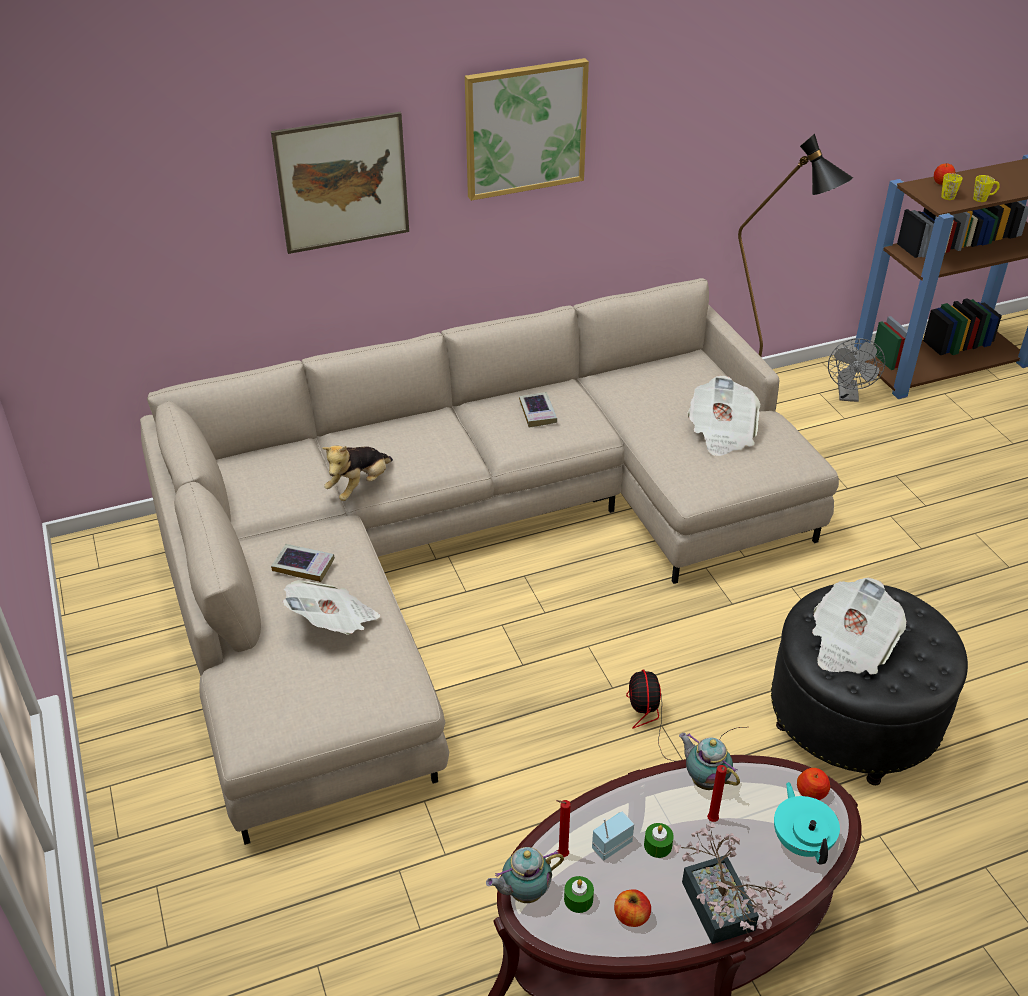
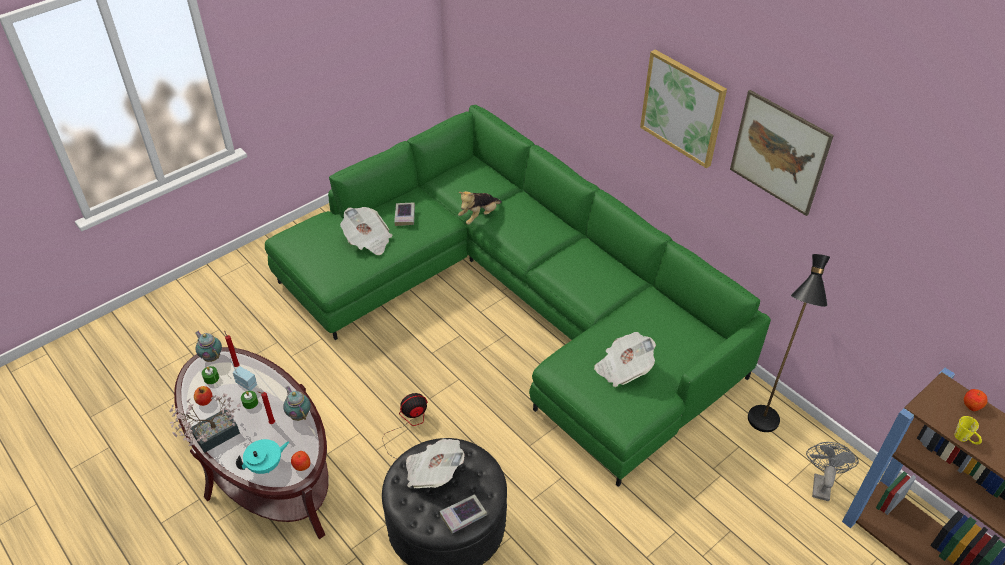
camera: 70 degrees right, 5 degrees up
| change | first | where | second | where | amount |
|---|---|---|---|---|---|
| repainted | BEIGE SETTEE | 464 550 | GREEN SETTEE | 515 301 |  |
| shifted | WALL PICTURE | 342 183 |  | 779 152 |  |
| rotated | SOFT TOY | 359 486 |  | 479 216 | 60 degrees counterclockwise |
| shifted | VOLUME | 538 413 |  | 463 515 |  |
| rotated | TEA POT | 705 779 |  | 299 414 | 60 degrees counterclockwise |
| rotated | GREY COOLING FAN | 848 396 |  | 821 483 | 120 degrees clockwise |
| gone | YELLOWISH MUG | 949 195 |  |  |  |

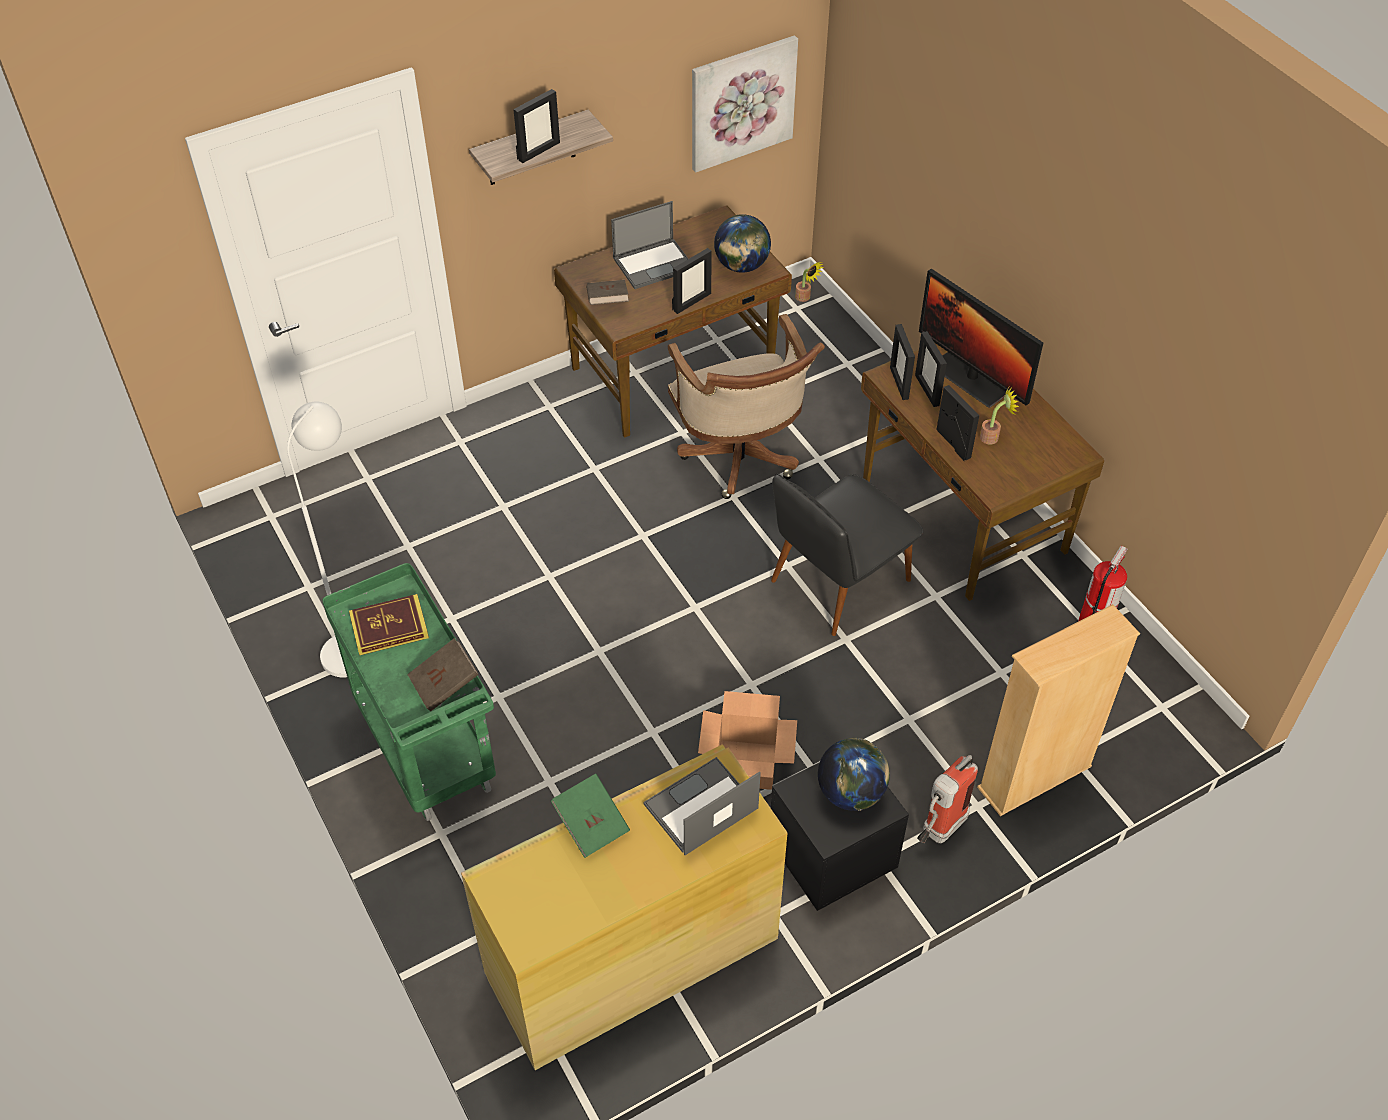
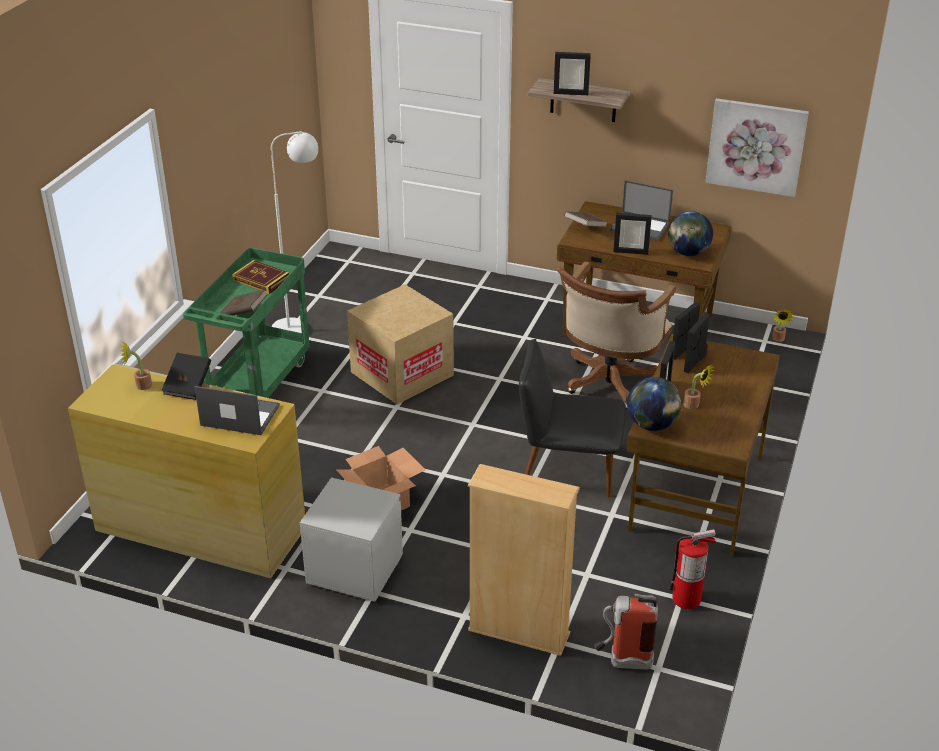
camera: 50 degrees right, 15 degrees down
| change | first | where | second | where | amount |
|---|---|---|---|---|---|
| repainted | GREEN VOLUME | 591 824 | BLACK VOLUME | 188 386 |  |
| repainted | BLACK BEDSIDE TABLE | 833 857 | WHITE BEDSIDE TABLE | 354 572 |  |
| shifted | WORLD GLOBE | 851 793 |  | 652 425 |  |
| shifted | FIRE EXTINGUISHER | 938 831 |  | 622 662 |  |
| gone | COMPUTER SCREEN | 970 378 |  |  |  |
| new |  |  | HOUSEPLANT | 140 385 |  |
| new |  |  | CARDBOARD BOX | 402 373 |  |

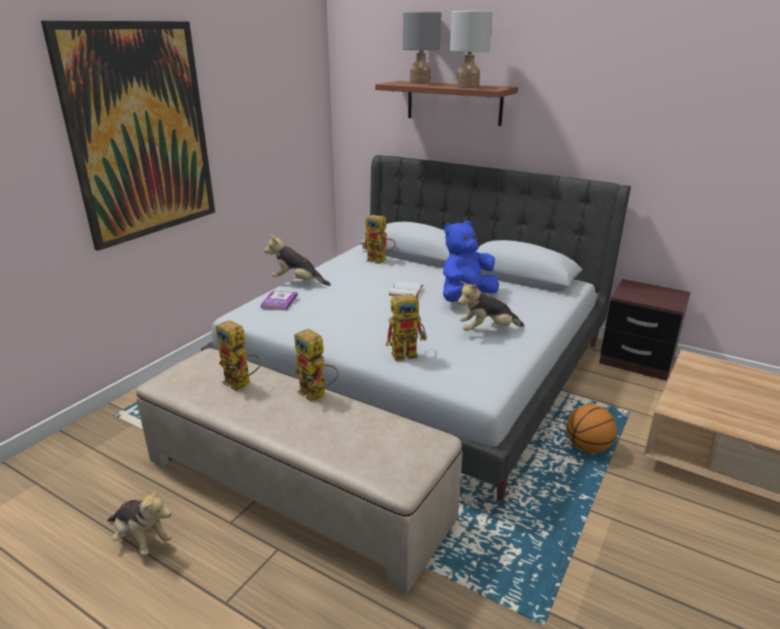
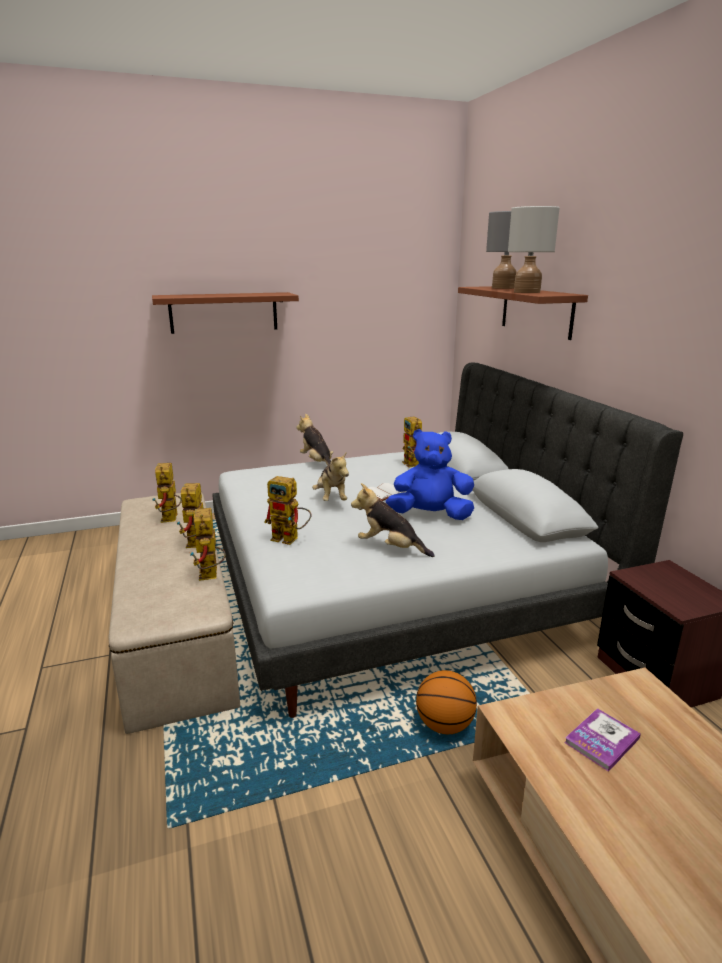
camera: 40 degrees right, 5 degrees down
| change | first | where | second | where | amount |
|---|---|---|---|---|---|
| swapped | WALL PICTURE | 141 132 | BROWN-COLOURED SHELF | 224 312 |  |
| shifted | SOFT TOY | 141 539 |  | 331 498 |  |
| shifted | VOLUME | 279 301 |  | 602 740 |  |
| new |  |  | ROBOT FIGURE | 211 576 |  |

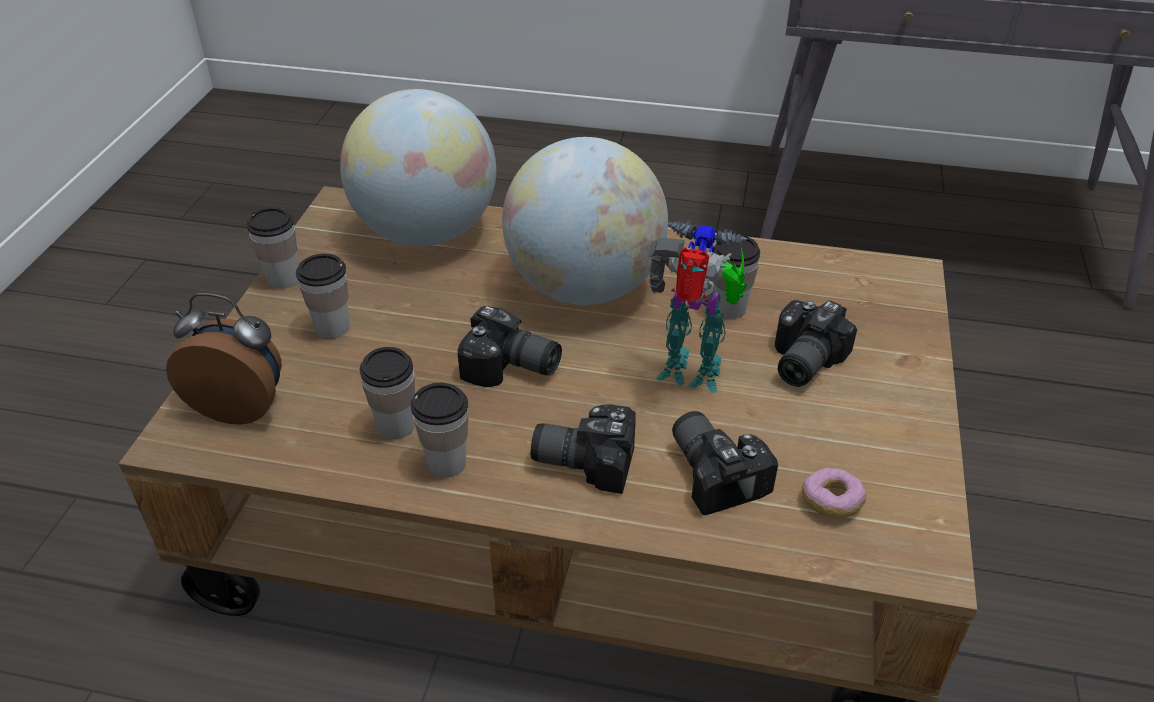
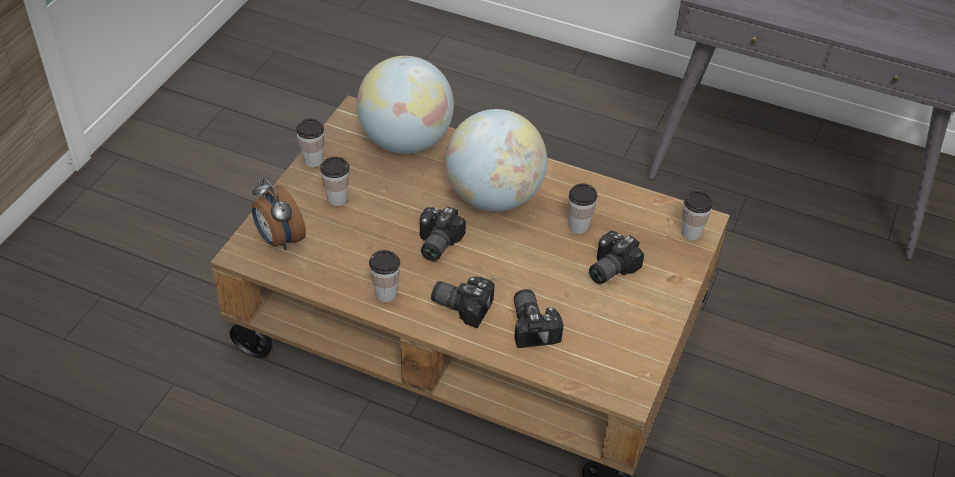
camera: 10 degrees right, 5 degrees up
| change | first | where | second | where | amount |
|---|---|---|---|---|---|
| rotated | BEDSIDE CLOCK | 242 405 |  | 279 239 | 150 degrees counterclockwise |
| shifted | SMALL CUP | 396 426 |  | 691 233 |  |
| rotated | PHOTO CAMERA | 511 369 |  | 435 243 | 75 degrees clockwise |
| gone | ROBOT FIGURE | 693 375 |  |  |  |
| gone | DOUGHNUT | 831 502 |  |  |  |

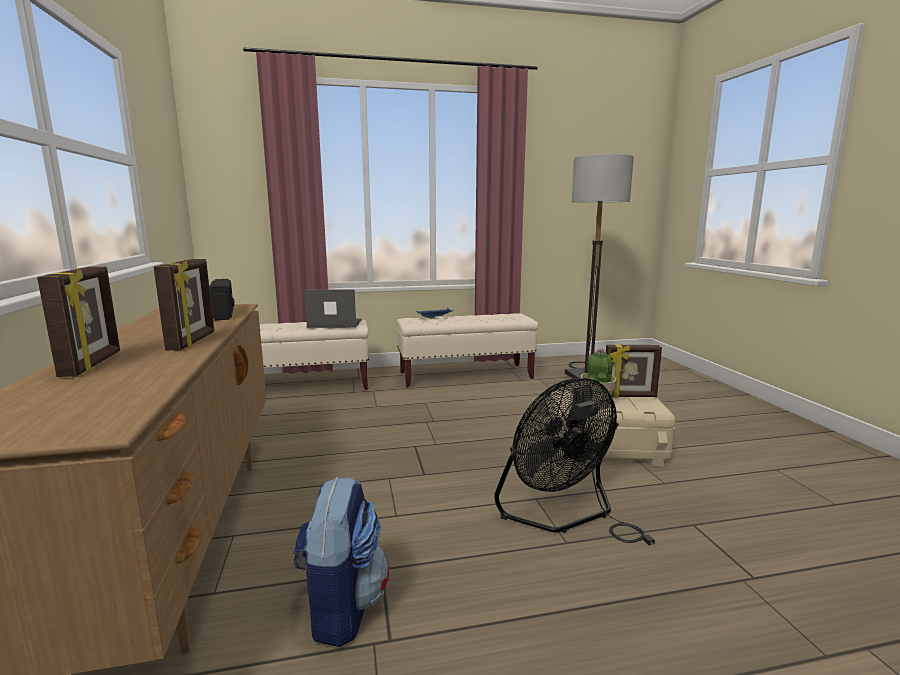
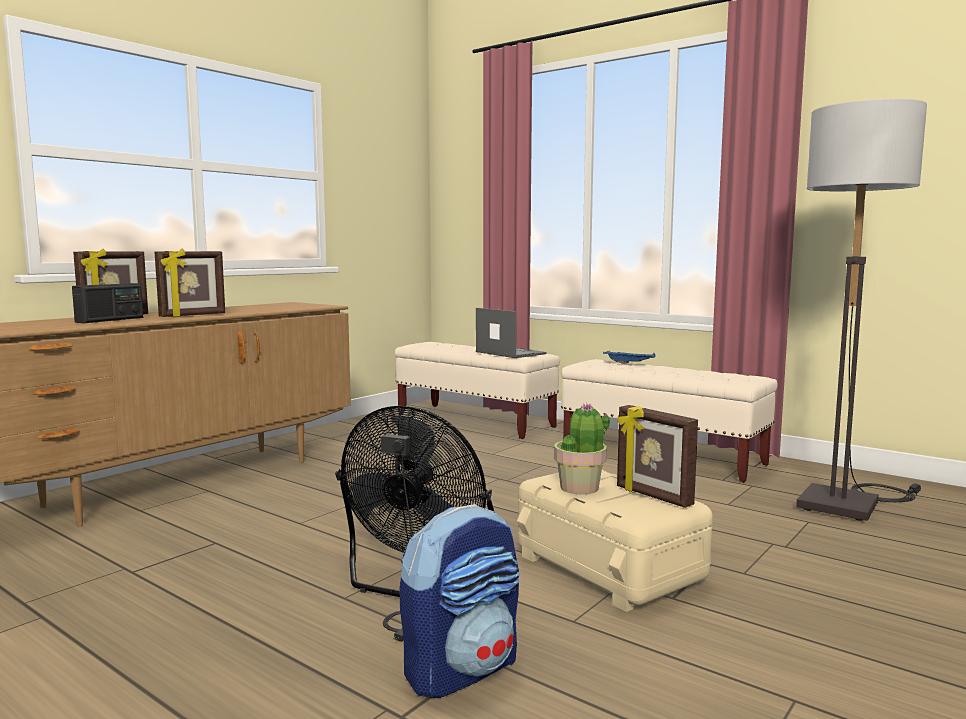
camera: 50 degrees right, 5 degrees down
| change | first | where | second | where | amount |
|---|---|---|---|---|---|
| shifted | RADIO SET | 223 314 |  | 110 320 |  |
| shifted | BACKPACK | 342 607 |  | 462 669 |  |

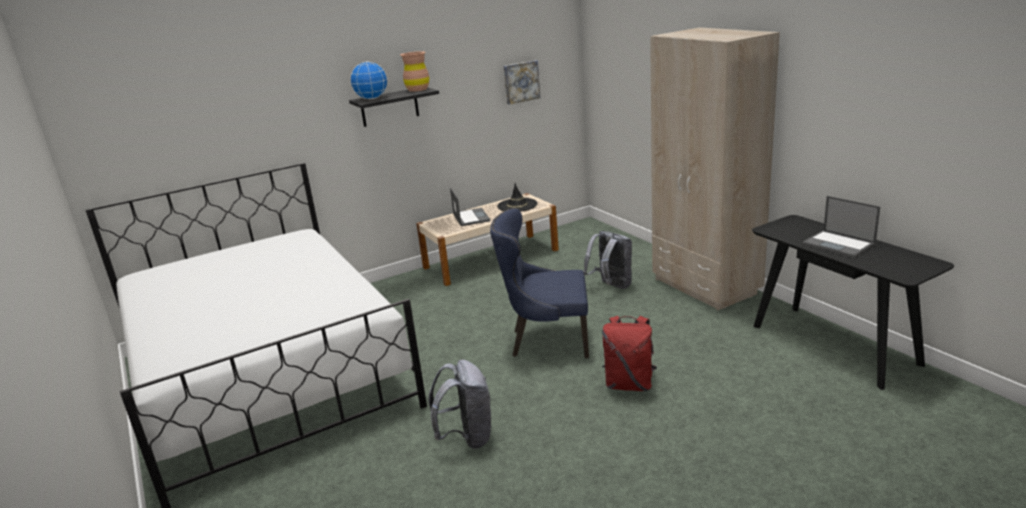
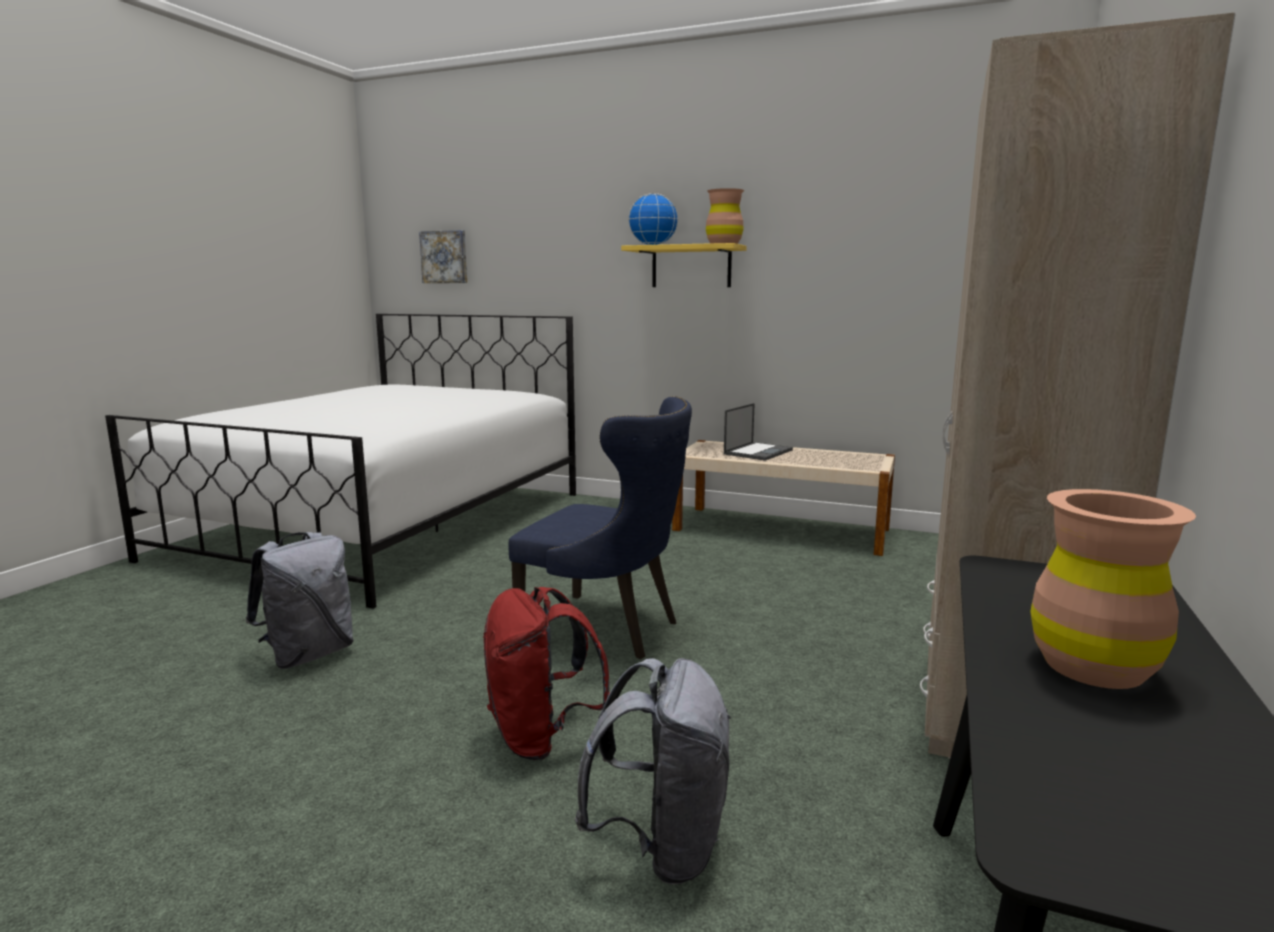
camera: 50 degrees right, 10 degrees down
| change | first | where | second | where | amount |
|---|---|---|---|---|---|
| repainted | BLACK SHELF | 389 107 | YELLOWISH SHELF | 691 267 |  |
| rotated | BLUE-COLOURED CHAIR | 546 341 |  | 607 628 | 150 degrees clockwise |
| gone | BLACK WEARABLE HAT | 517 205 |  |  |  |
| shifted | WALL PICTURE | 521 82 |  | 445 257 |  |
| shifted | GREY BACKPACK | 611 286 |  | 662 846 |  |
| swapped | LAPTOP | 839 244 | BROWN-COLOURED FLOWER VASE | 1093 667 |  |

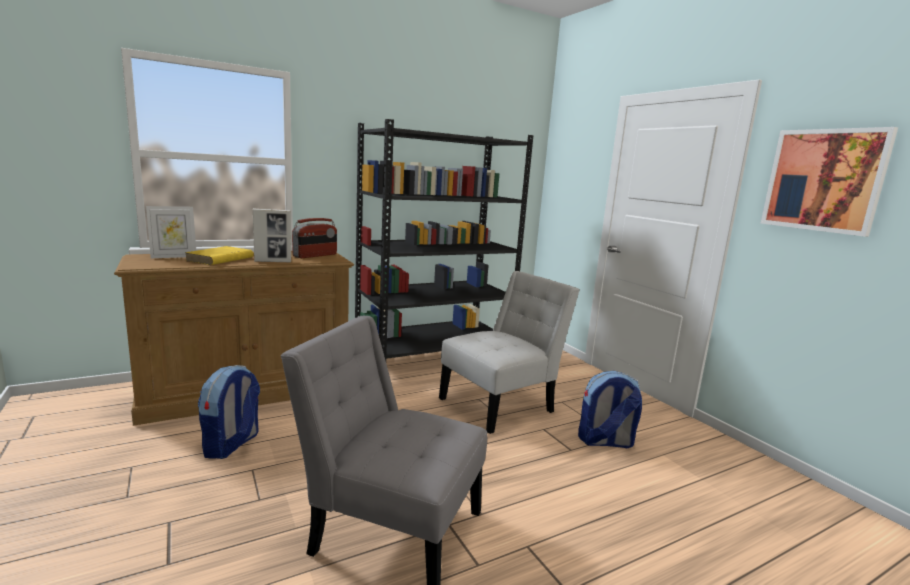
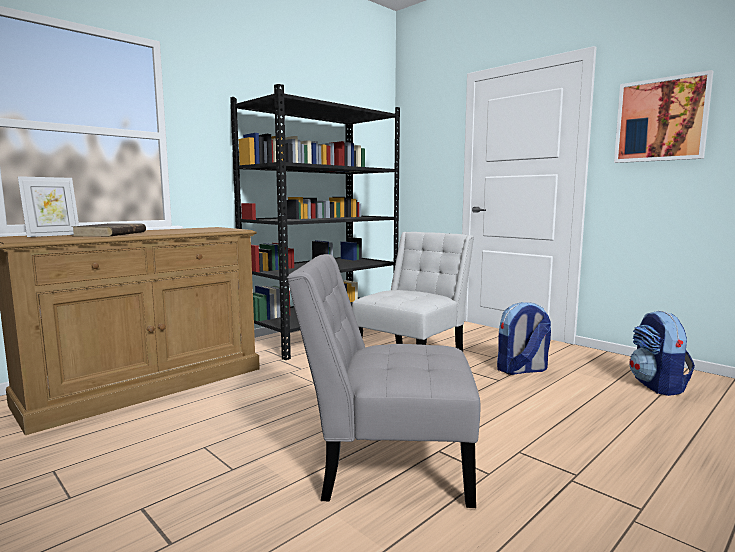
camera: 15 degrees left, 5 degrees down
| change | first | where | second | where | amount |
|---|---|---|---|---|---|
| repainted | YELLOWISH VOLUME | 220 259 | BROWN-COLOURED VOLUME | 110 234 |  |
| shifted | BACKPACK | 232 445 |  | 657 386 |  |
| gone | STANDING FRAME | 273 261 |  |  |  |
| gone | RADIO SET | 315 255 |  |  |  |

